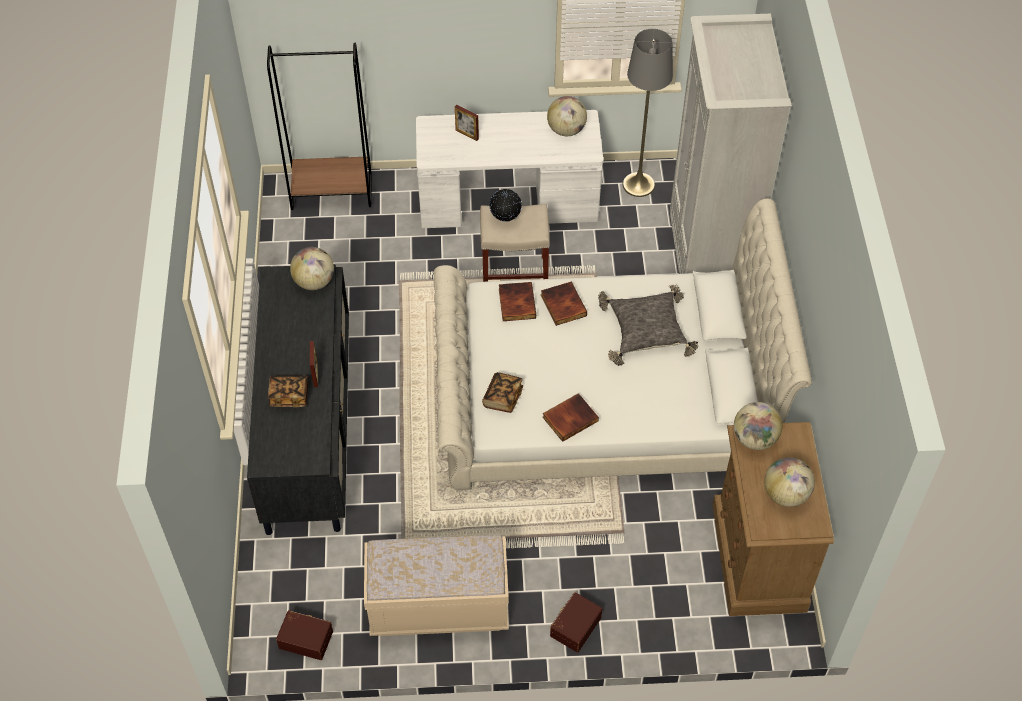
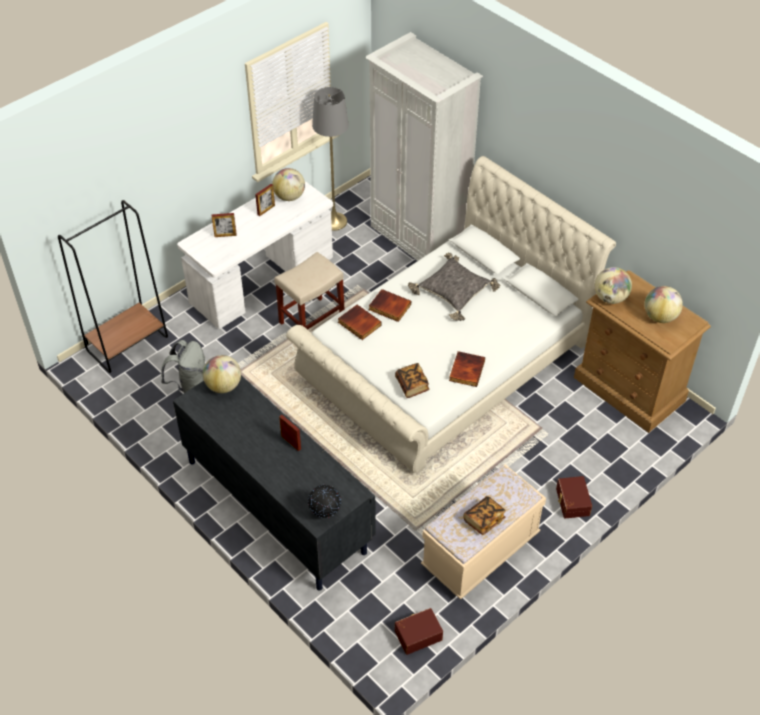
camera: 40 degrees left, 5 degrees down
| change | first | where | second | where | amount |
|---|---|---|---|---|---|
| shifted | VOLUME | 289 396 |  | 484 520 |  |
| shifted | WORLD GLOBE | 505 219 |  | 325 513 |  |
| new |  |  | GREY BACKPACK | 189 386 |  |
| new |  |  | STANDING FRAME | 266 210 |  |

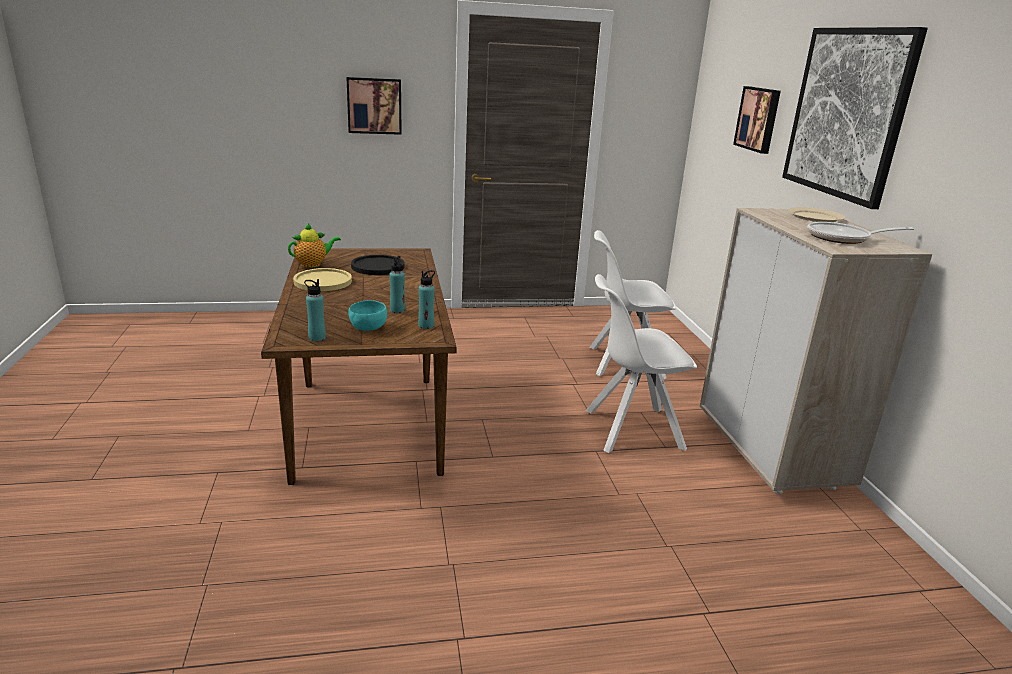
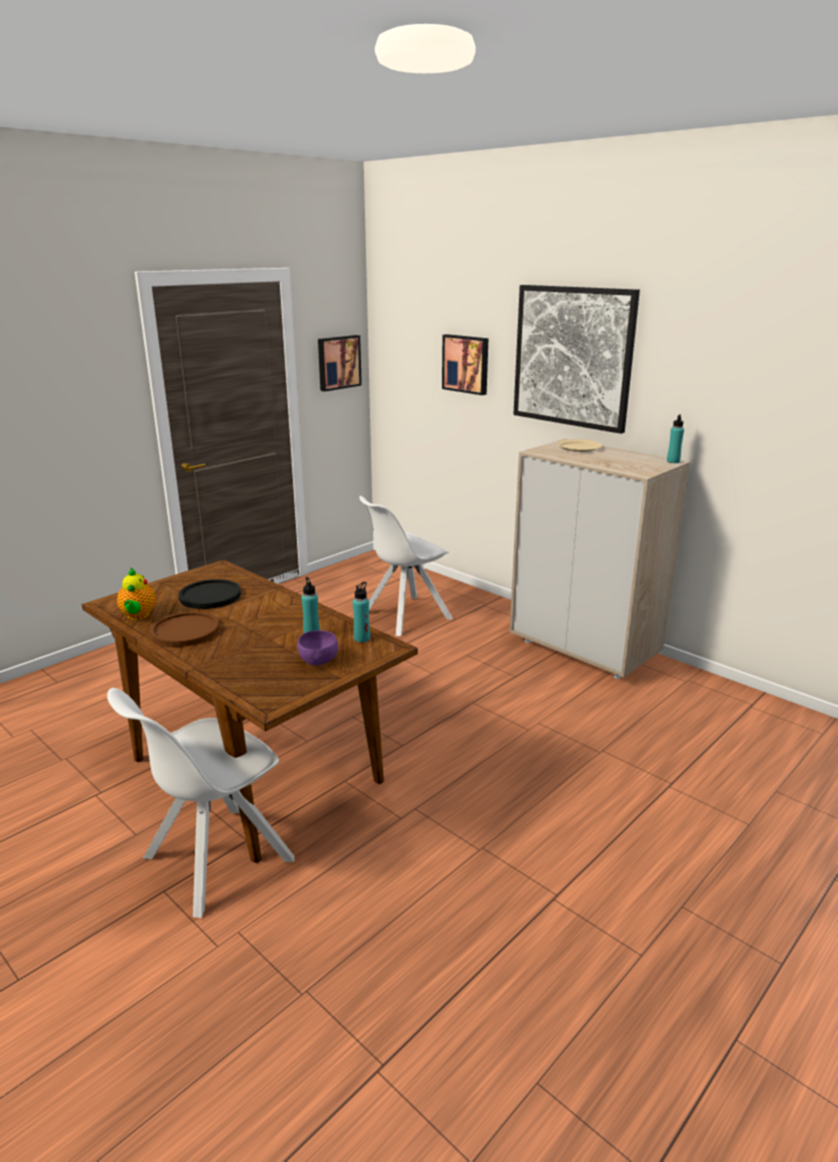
camera: 35 degrees left, 0 degrees up
| change | first | where | second | where | amount |
|---|---|---|---|---|---|
| rotated | TEA POT | 313 264 |  | 138 616 | 150 degrees clockwise |
| repainted | YELLOWISH DINNER PLATE | 323 281 | BROWN-COLOURED DINNER PLATE | 185 631 |  |
| shifted | TURQUOISE-COLOURED DRINK BOTTLE | 317 337 |  | 673 461 |  |
| shifted | WALL PICTURE | 374 106 |  | 338 362 |  |
| repainted | TURQUOISE-COLOURED DEEP DISH | 368 328 | PURPLE DEEP DISH | 319 661 |  |
| shifted | WHITE CHAIR | 631 429 |  | 216 859 |  |
| gone | PAN | 843 238 |  |  |  |

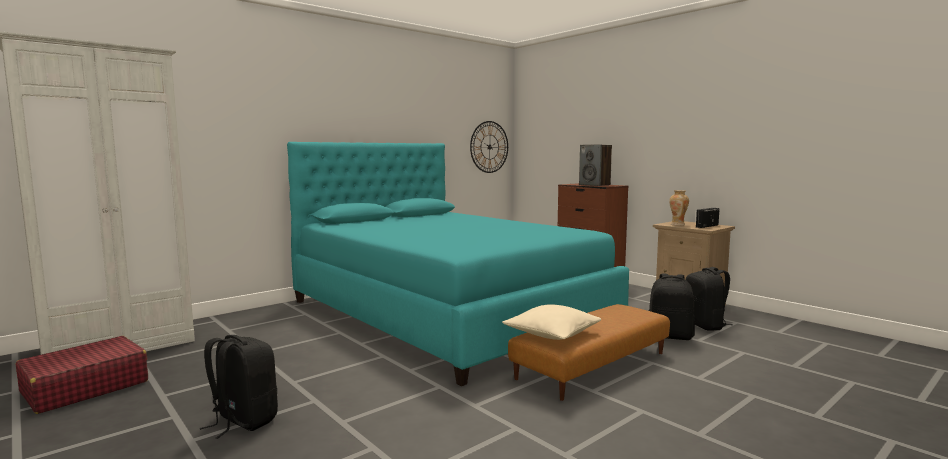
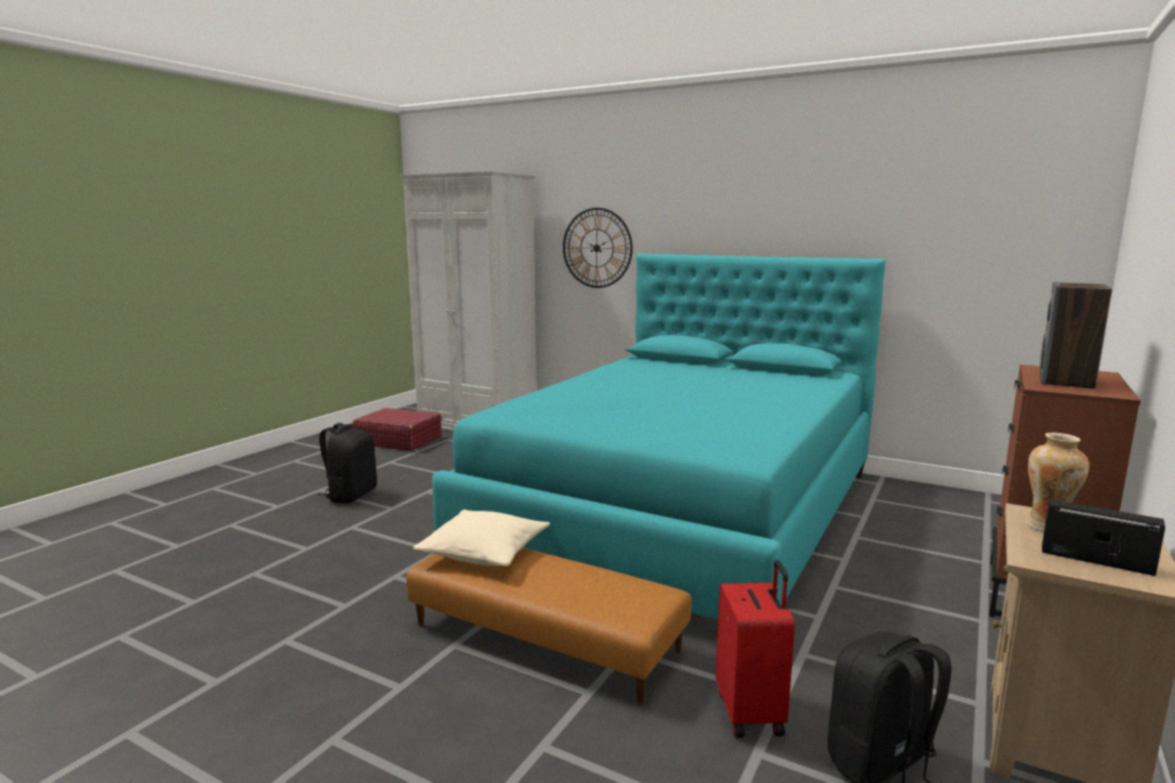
camera: 70 degrees right, 5 degrees up
| change | first | where | second | where | amount |
|---|---|---|---|---|---|
| shifted | WALL CLOCK | 489 147 |  | 597 248 |  |
| swapped | BLACK BACKPACK | 670 336 | REDDISH SUITCASE | 751 713 |  |

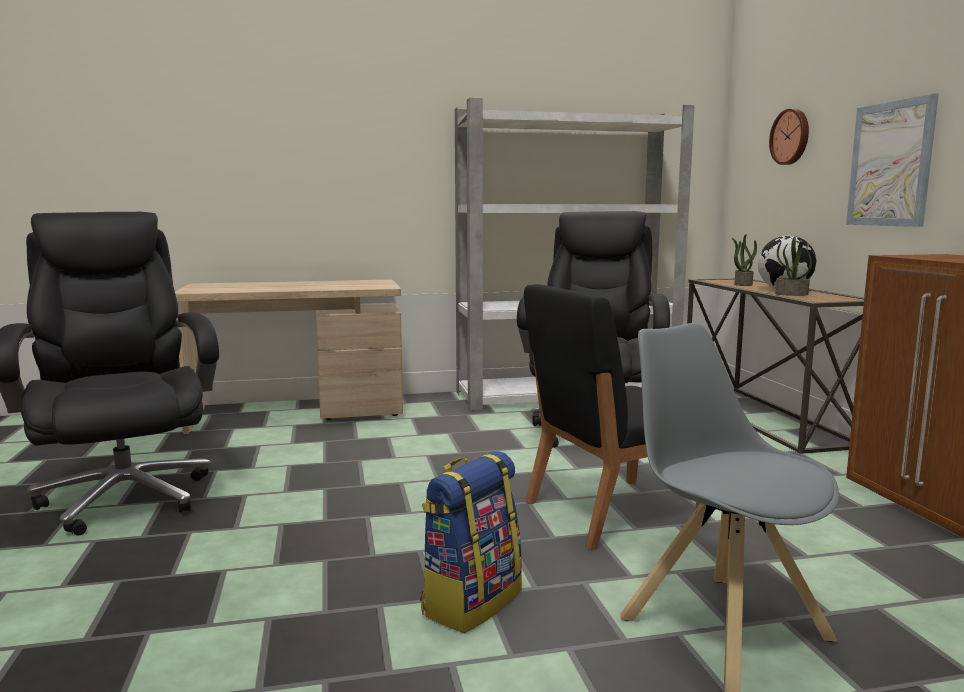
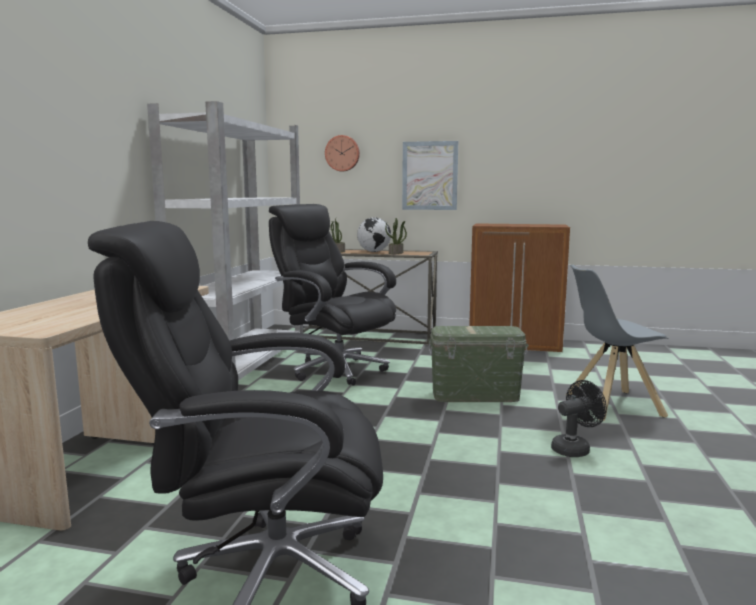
camera: 65 degrees left, 0 degrees up
| change | first | where | second | where | amount |
|---|---|---|---|---|---|
| swapped | BACKPACK | 471 602 | BLACK COOLING FAN | 574 448 |  |
| swapped | BLACK CHAIR | 610 512 | GREEN STORAGE CONTAINER | 475 395 |  |

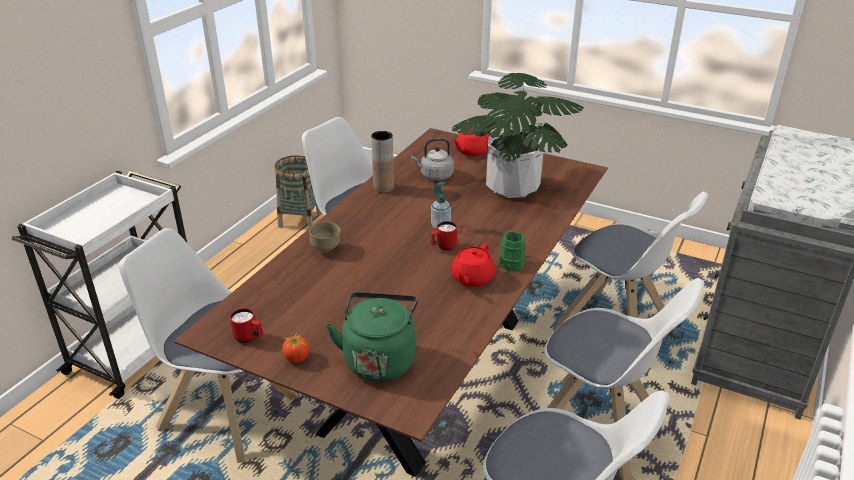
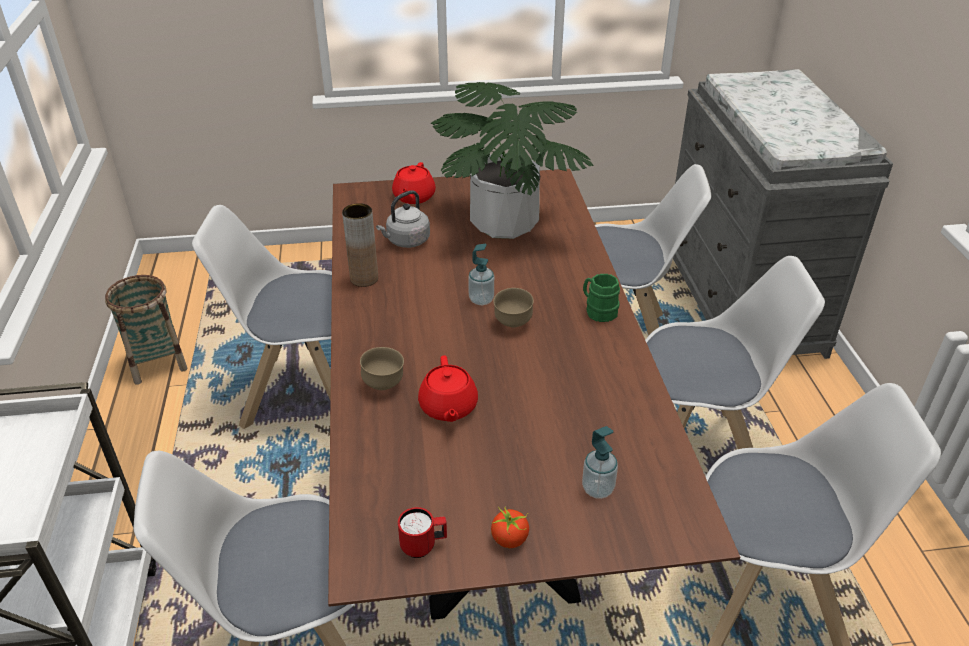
camera: 35 degrees left, 5 degrees up
| change | first | where | second | where | amount |
|---|---|---|---|---|---|
| swapped | GREEN TEA KETTLE | 379 358 | SOAP BOTTLE | 597 489 |  |
| swapped | REDDISH MUG | 443 247 | BROWN-COLOURED DEEP DISH | 512 324 |  |
| shifted | REDDISH TEA POT | 472 278 |  | 448 407 |  |

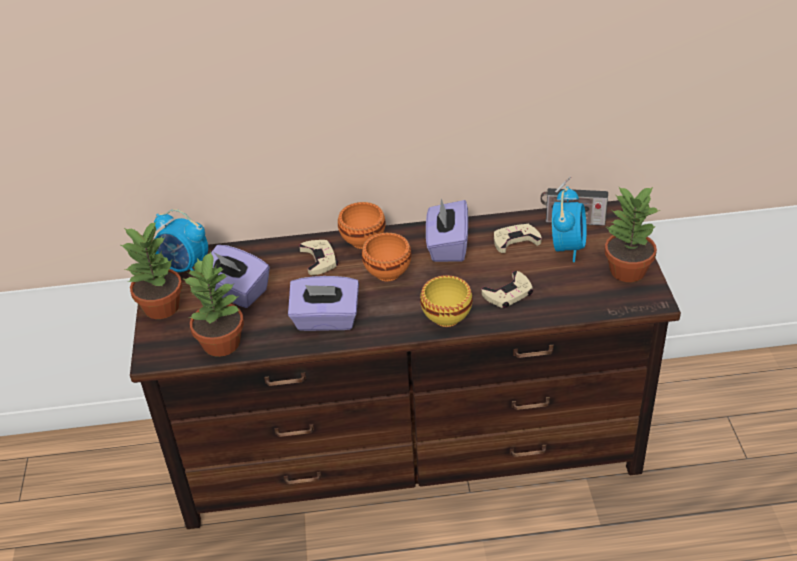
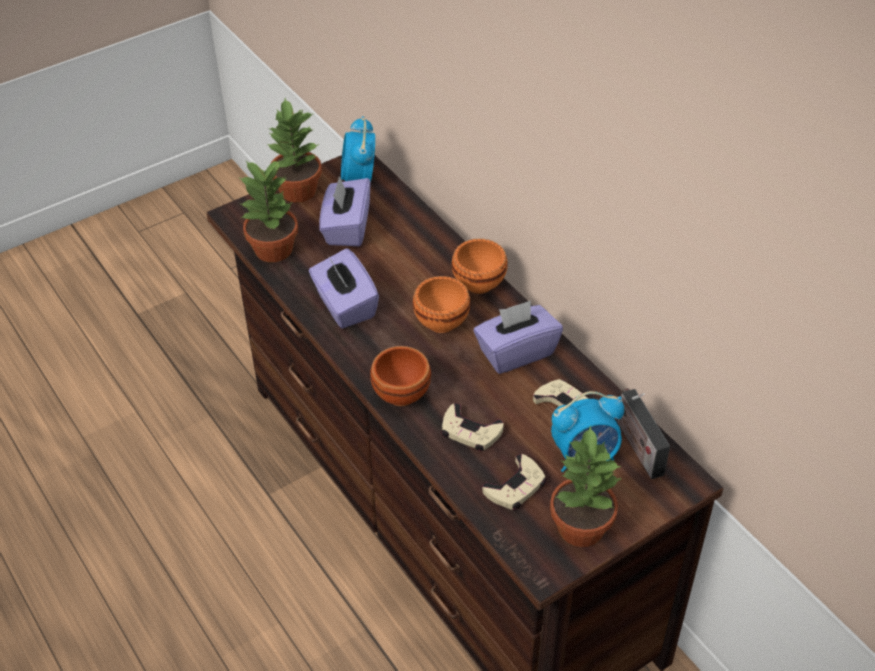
camera: 60 degrees right, 5 degrees up
| change | first | where | second | where | amount |
|---|---|---|---|---|---|
| shifted | BEIGE JOYPAD | 319 259 |  | 515 487 |  |
| repainted | YELLOWISH DEEP DISH | 448 317 | BROWN-COLOURED DEEP DISH | 403 395 |  |

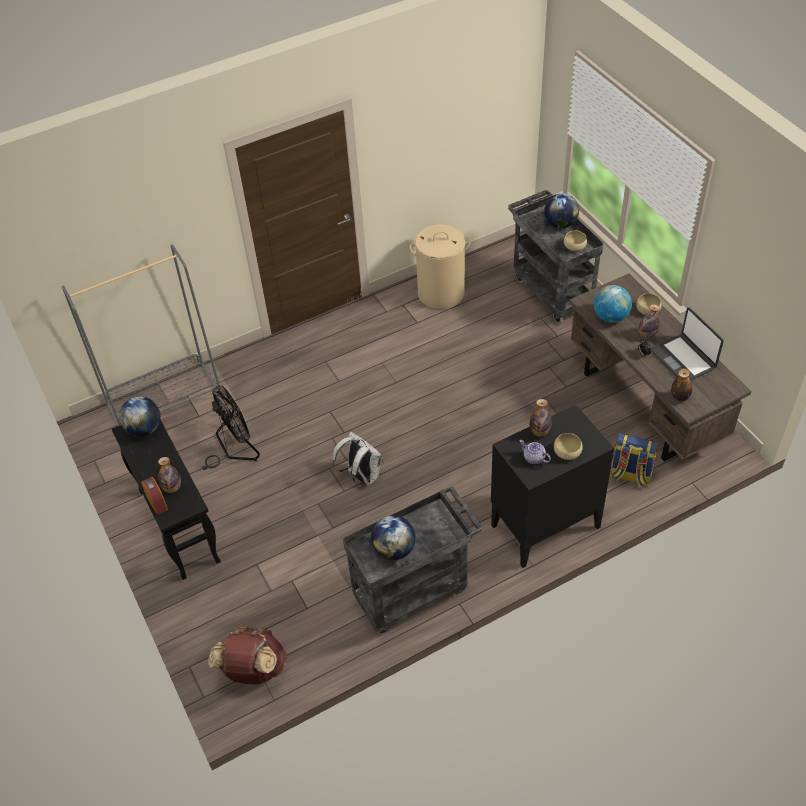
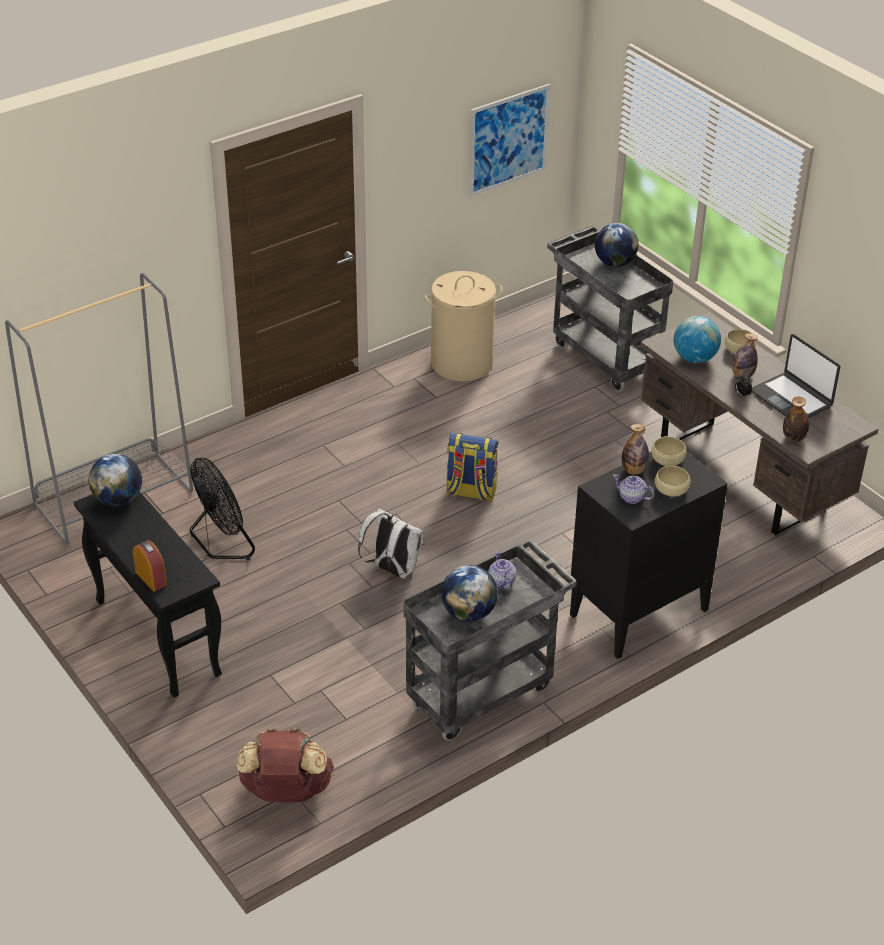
camera: 10 degrees left, 10 degrees down
| change | first | where | second | where | amount |
|---|---|---|---|---|---|
| gone | DRINK BOTTLE | 172 488 |  |  |  |
| shifted | BEIGE DEEP DISH | 574 246 |  | 667 459 |  |
| shifted | BACKPACK | 630 475 |  | 470 492 |  |
| new |  |  | WALL PICTURE | 508 140 |  |
| new |  |  | TEA POT | 501 581 |  |

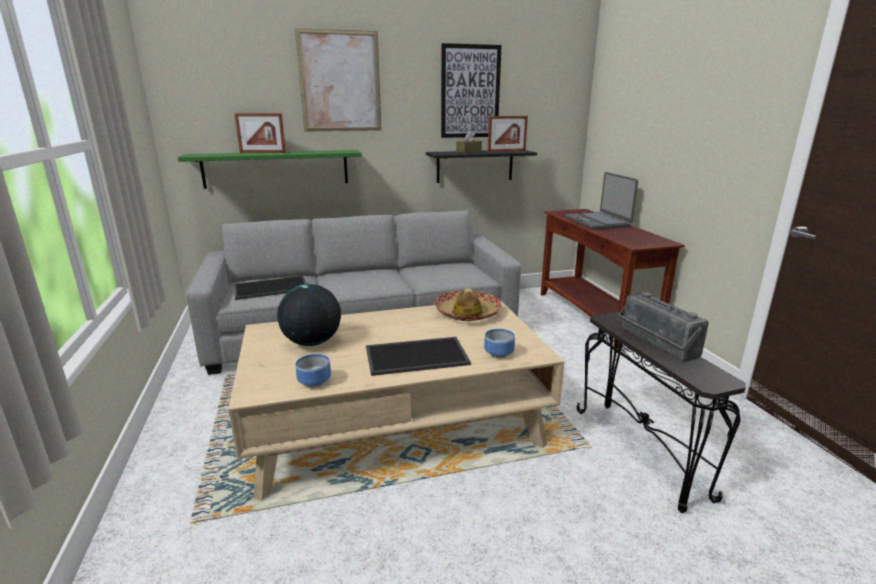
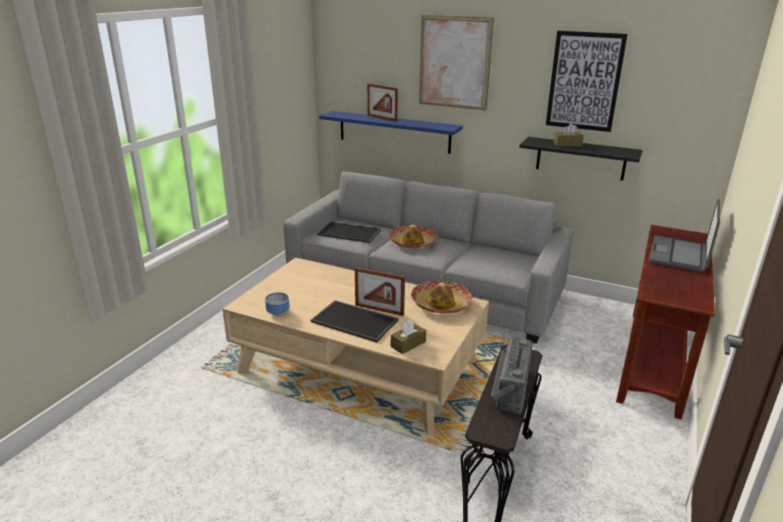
camera: 40 degrees right, 5 degrees up
| change | first | where | second | where | amount |
|---|---|---|---|---|---|
| repainted | GREEN SHELF | 276 169 | BLUE-COLOURED SHELF | 394 132 |  |
| gone | WORLD GLOBE | 312 342 |  |  |  |
| swapped | DEEP DISH | 499 354 | BROWN-COLOURED TISSUE HOLDER | 408 344 |  |
| shifted | STANDING FRAME | 506 151 |  | 379 310 |  |
| new |  |  | WEARABLE HAT | 412 242 |  |

